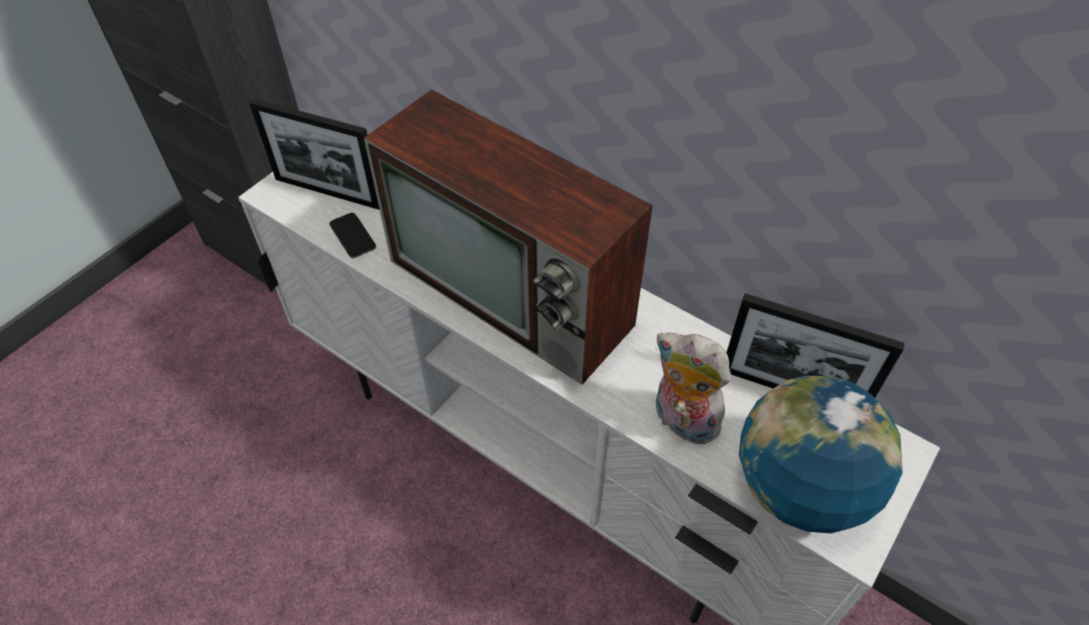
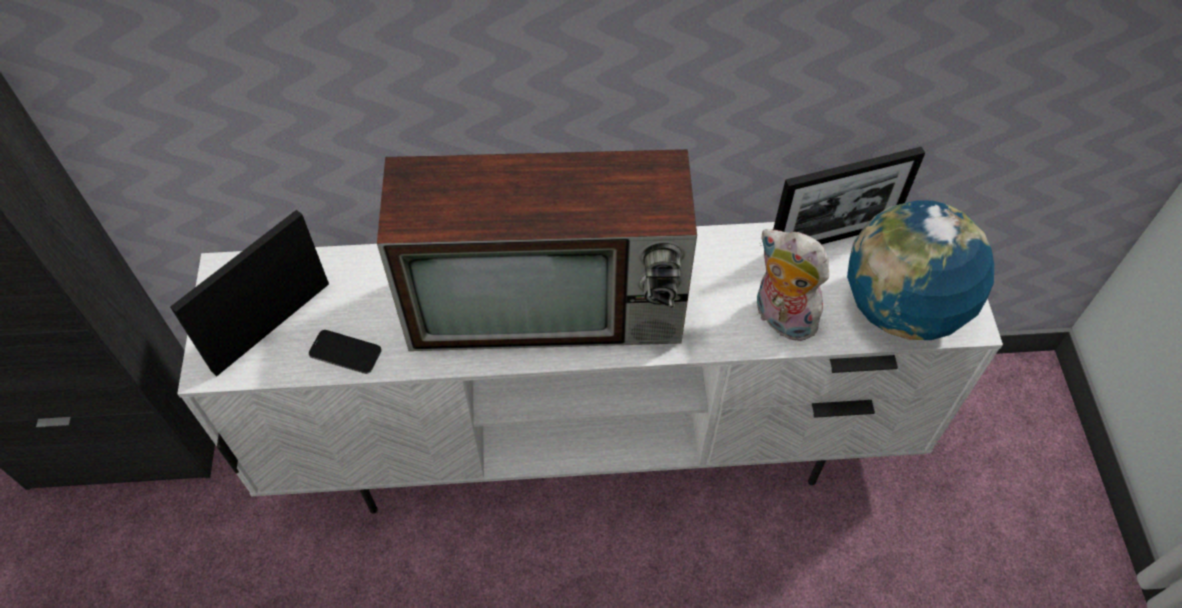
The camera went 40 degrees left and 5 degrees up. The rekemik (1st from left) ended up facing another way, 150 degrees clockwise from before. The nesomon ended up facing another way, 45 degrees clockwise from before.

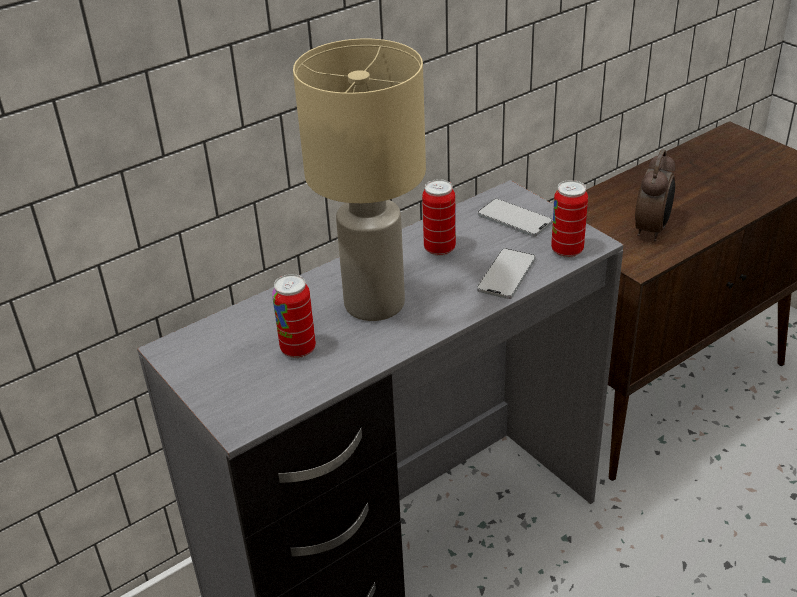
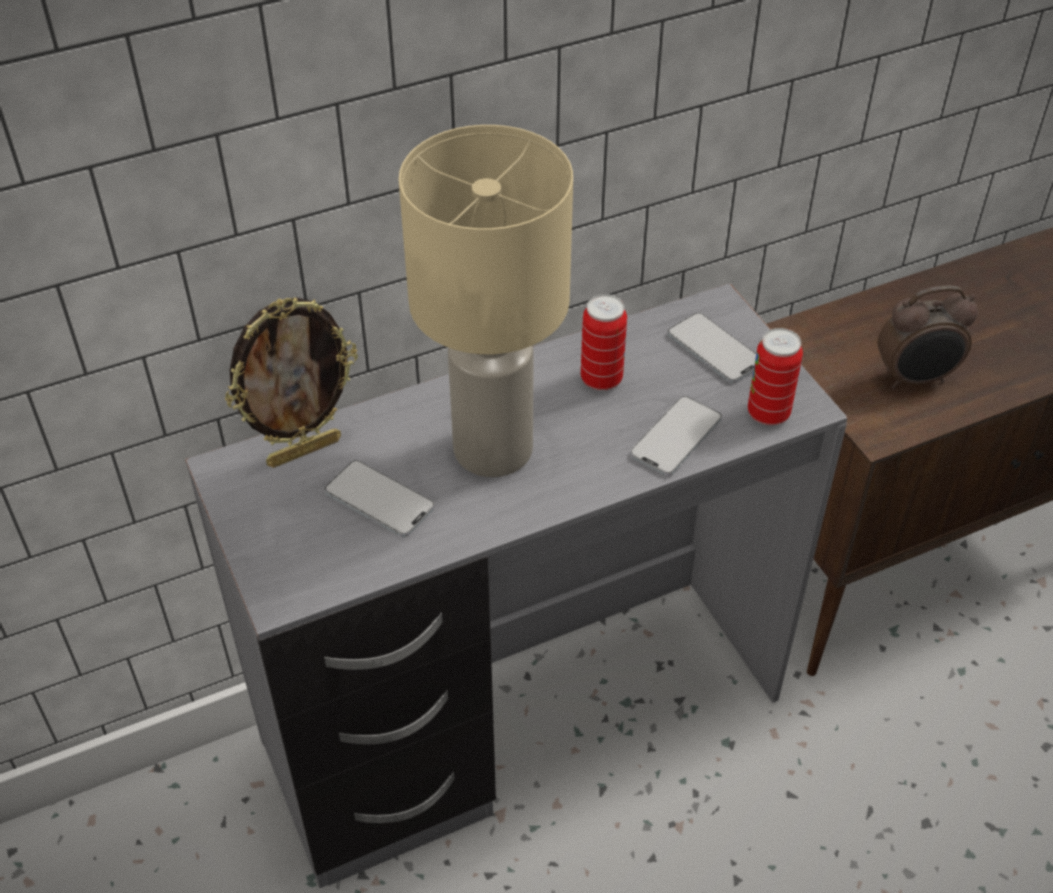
The camera went 10 degrees right and 10 degrees up. The second view gained the rekemik. Where the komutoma (1st from left) stood, the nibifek (1st from left) came to stand. The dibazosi ended up facing another way, 45 degrees clockwise from before.

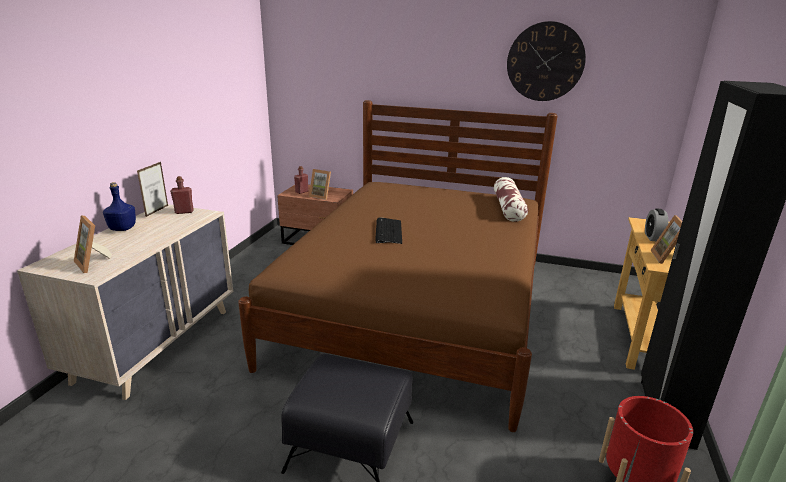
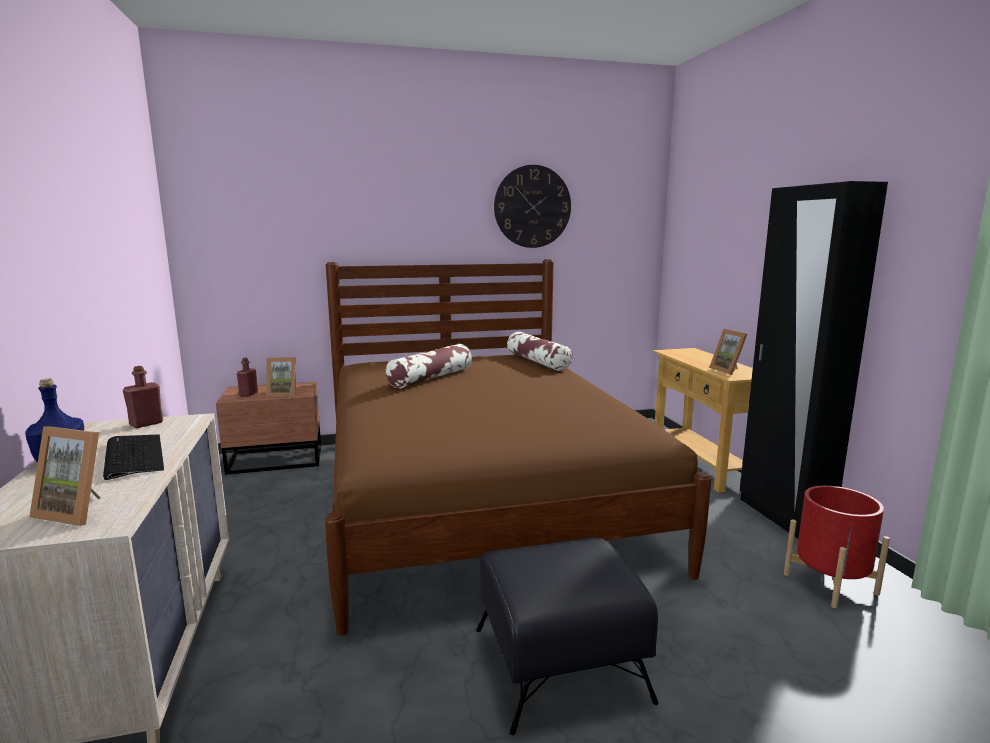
The camera went 30 degrees left and 10 degrees down. The second view lost the rekemik (2nd from left). The second view lost the dibazosi. The second view gained the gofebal (1st from left). The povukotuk ended up elsewhere.

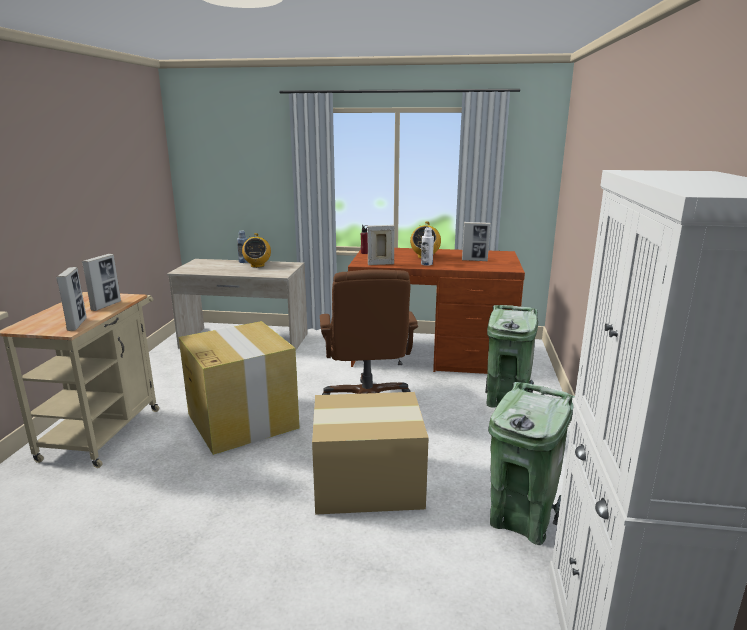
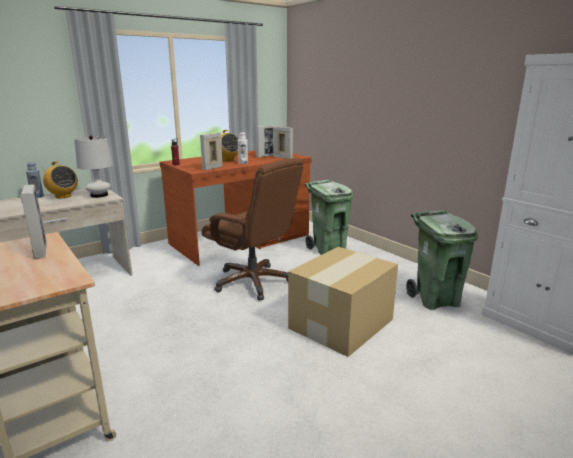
The camera went 45 degrees left and 0 degrees up. The second view lost the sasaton (1st from left). The second view gained the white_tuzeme. The rekemik (1st from left in the first image) ended up elsewhere.

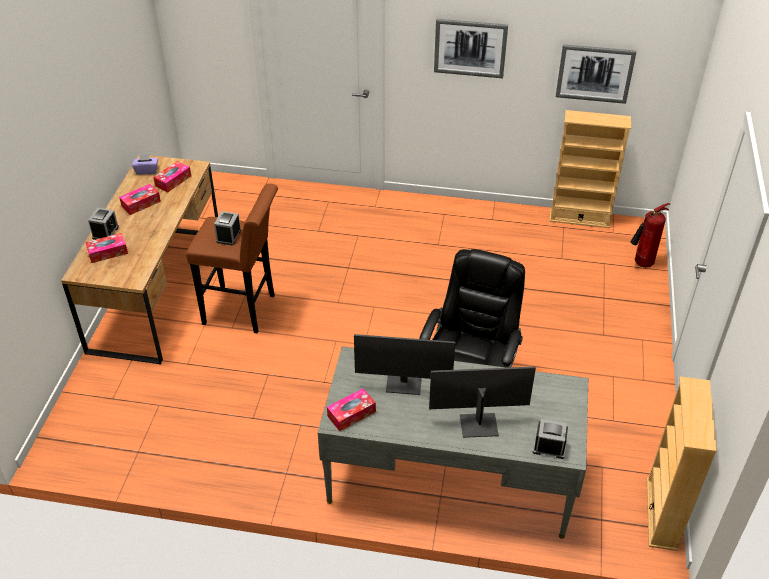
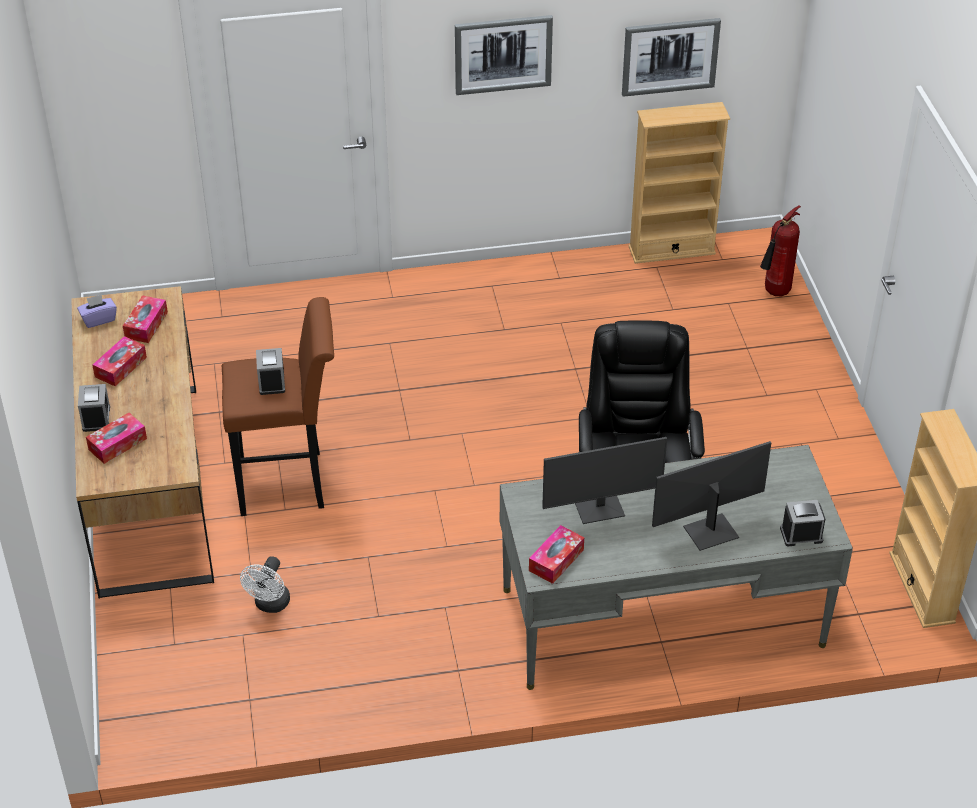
The camera went 20 degrees left and 0 degrees up. The second view gained the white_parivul.

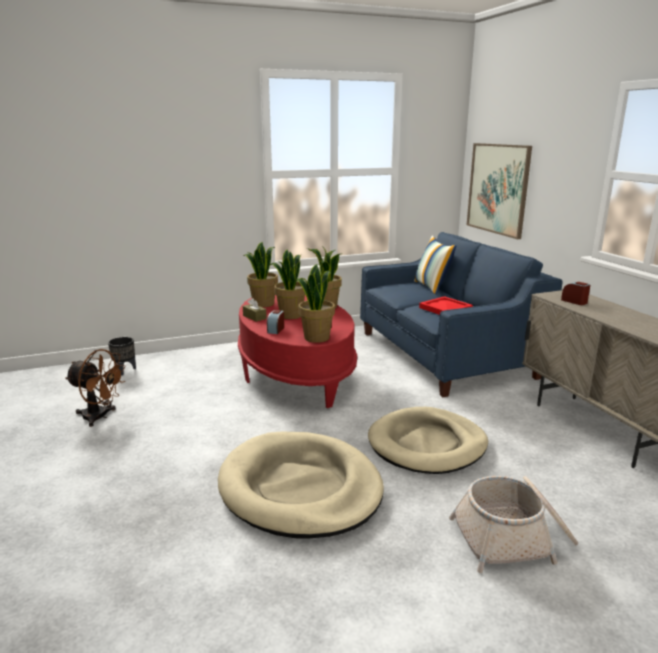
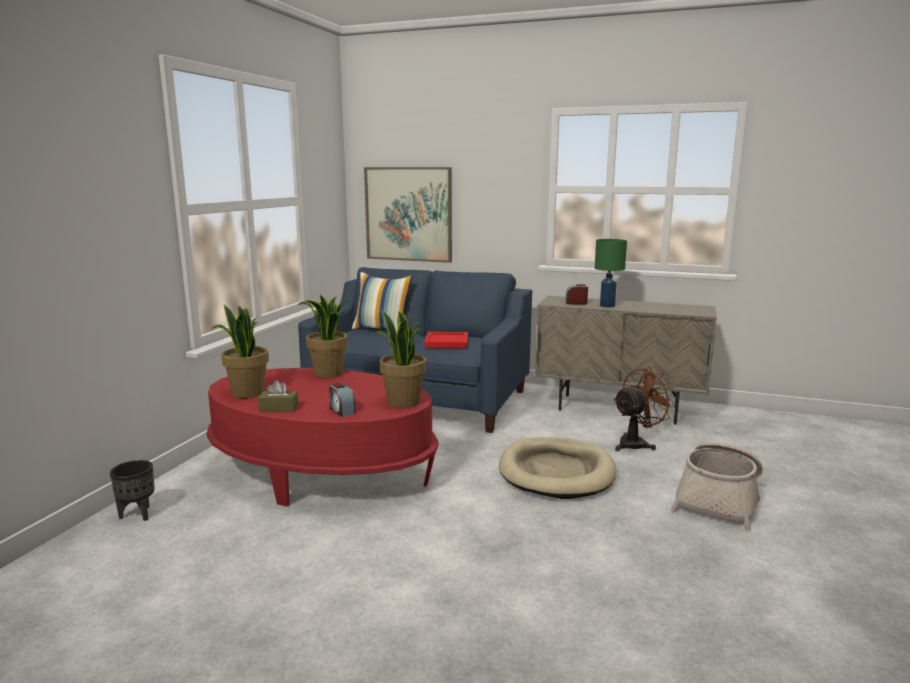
The camera went 50 degrees left and 5 degrees down. The second view lost the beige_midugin (1st from left). The second view lost the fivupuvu (2nd from left). The second view gained the green_tuzeme. The brown_parivul ended up elsewhere. The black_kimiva ended up elsewhere.

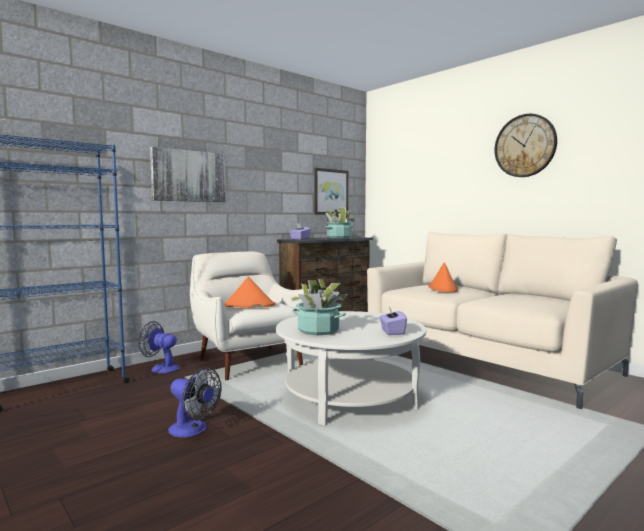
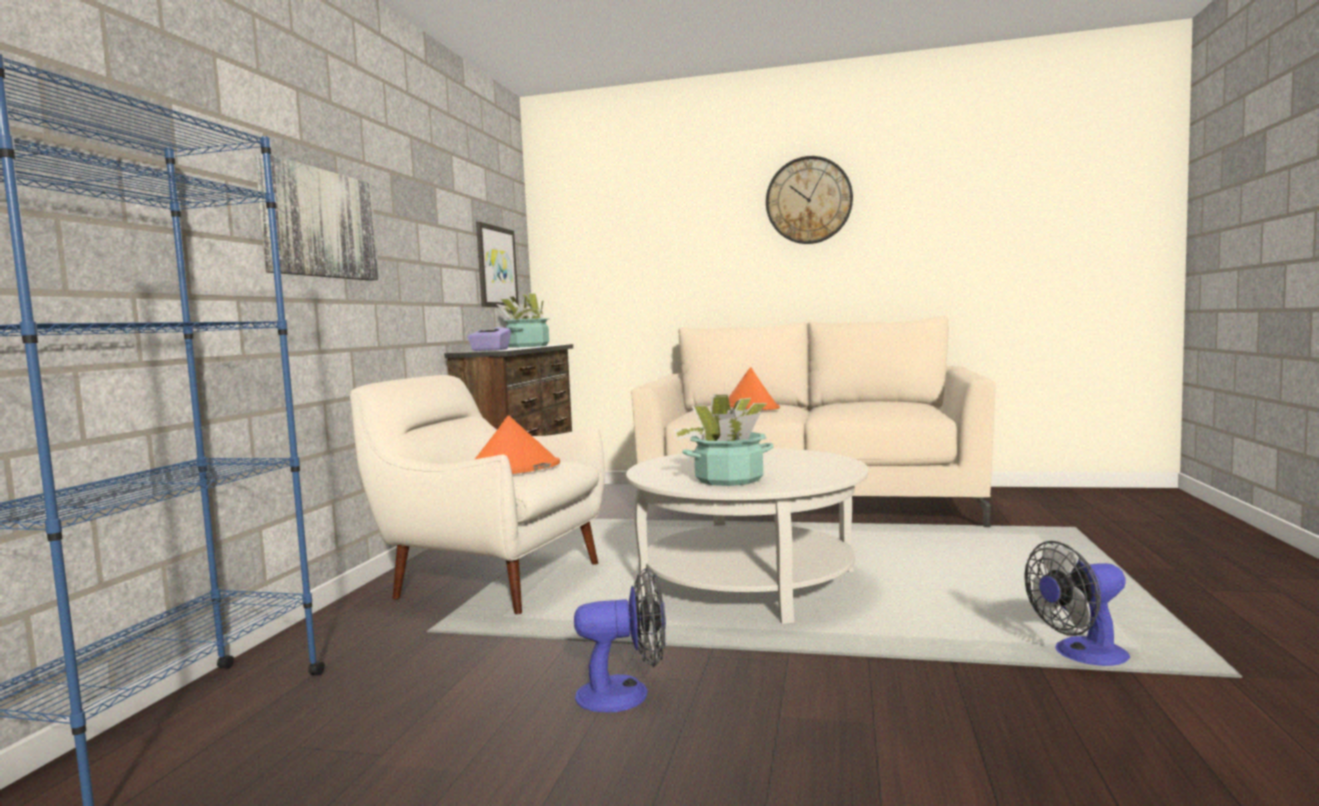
The camera went 35 degrees left and 0 degrees up. The second view lost the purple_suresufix (2nd from left). The parivul (1st from left in the first image) ended up elsewhere.

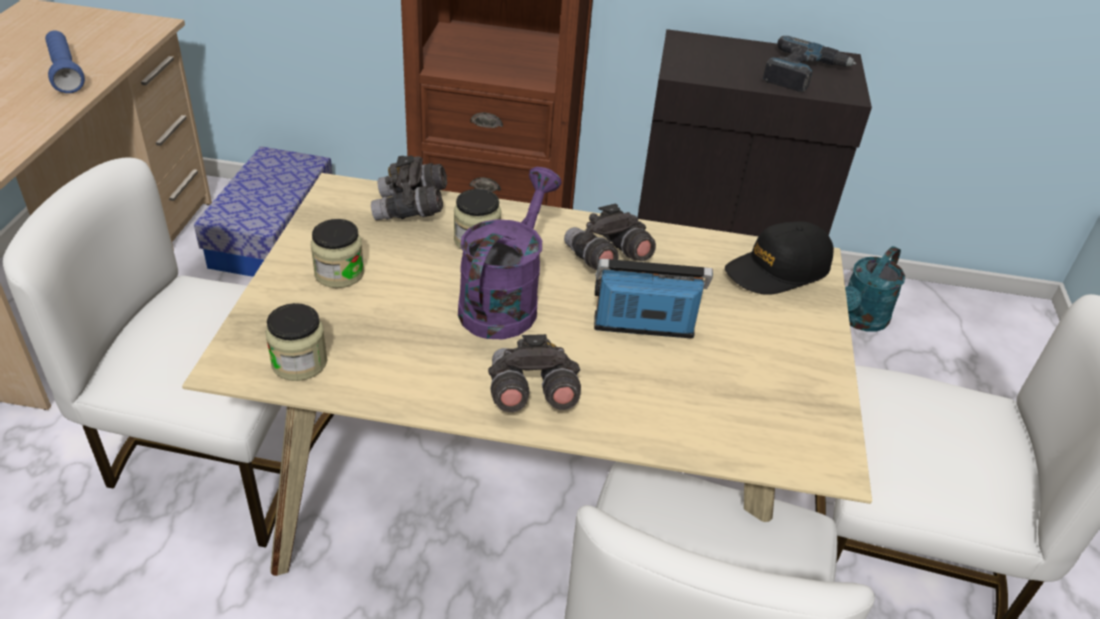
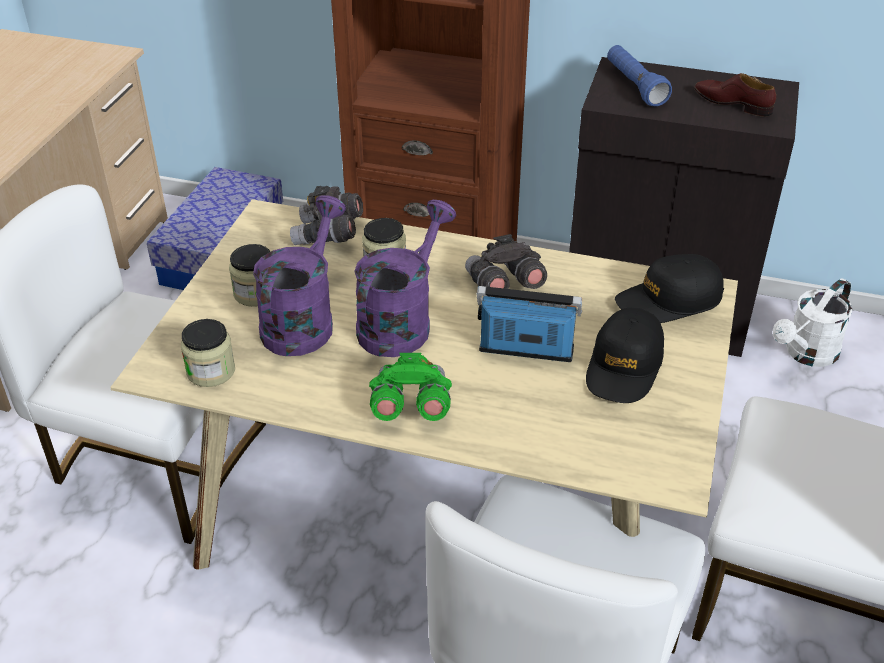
The camera went 10 degrees right and 0 degrees up. The second view gained the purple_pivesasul (1st from left). The second view gained the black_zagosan (1st from left). The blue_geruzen ended up elsewhere. Where the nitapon stood, the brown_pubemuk came to stand. What was the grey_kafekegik (2nd from left) turned into the green_kafekegik. What was the turquoise_pivesasul turned into the white_pivesasul.

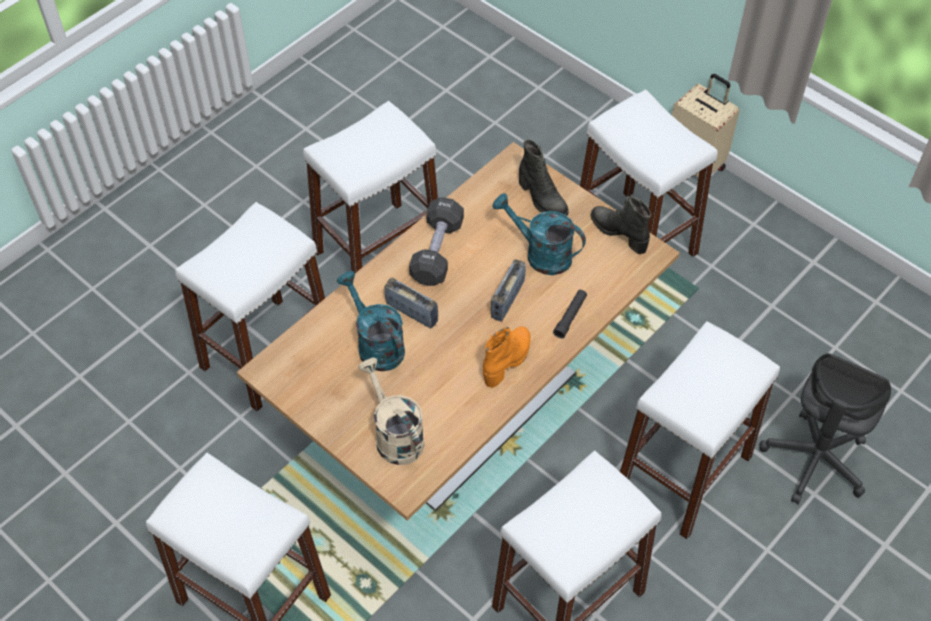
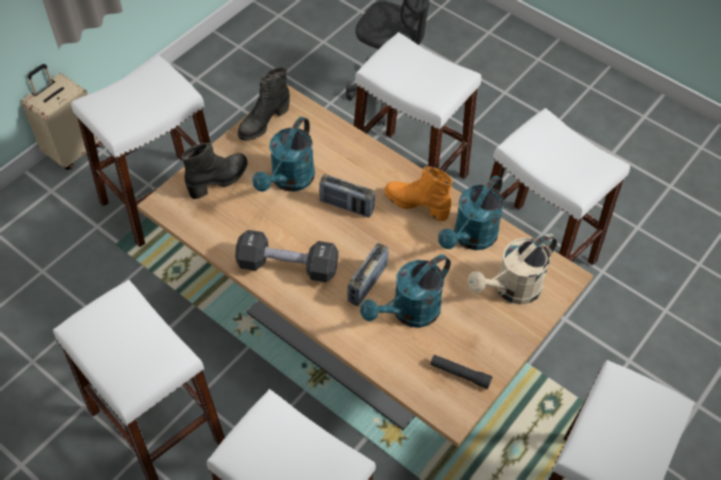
The camera went 95 degrees left and 0 degrees up. The second view gained the turquoise_pivesasul (3rd from left). The black_geruzen ended up elsewhere.

